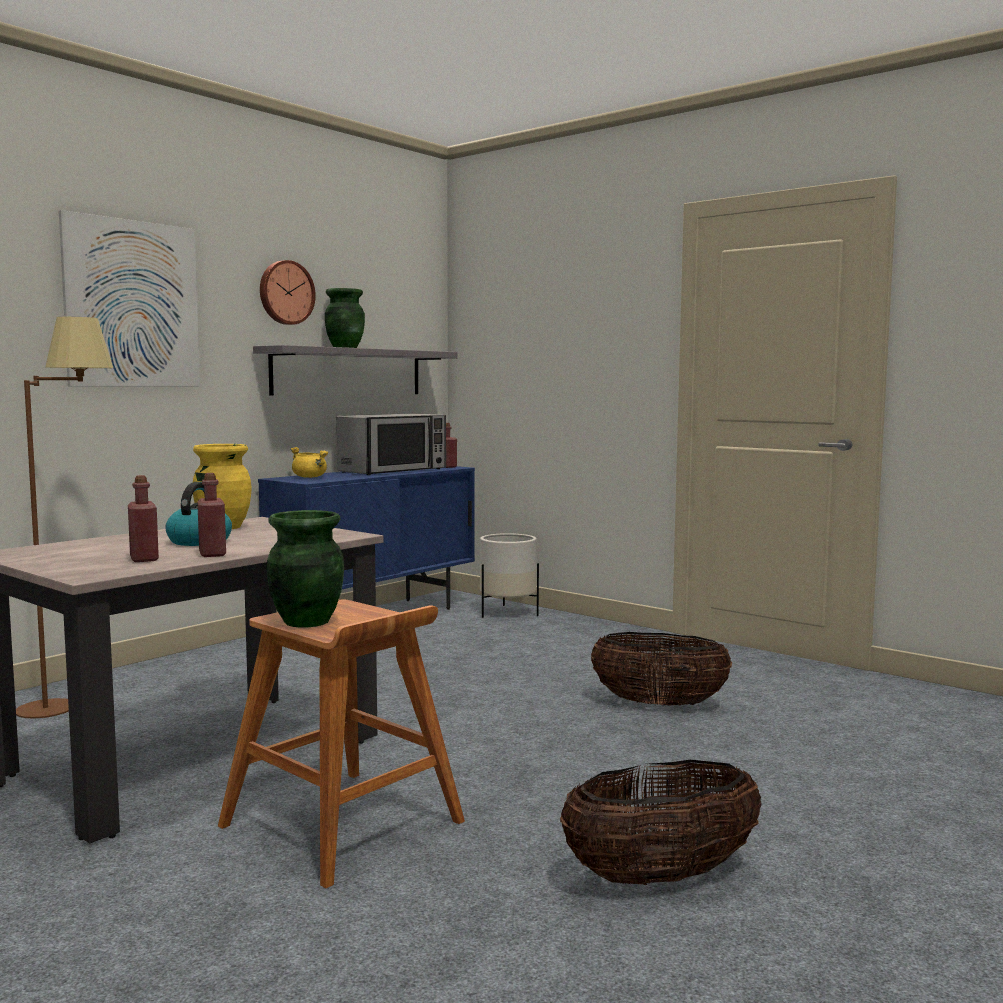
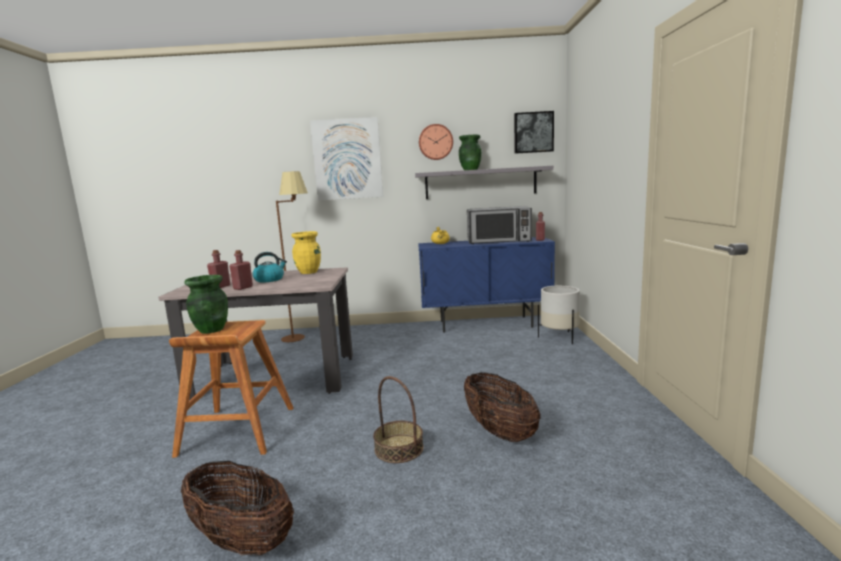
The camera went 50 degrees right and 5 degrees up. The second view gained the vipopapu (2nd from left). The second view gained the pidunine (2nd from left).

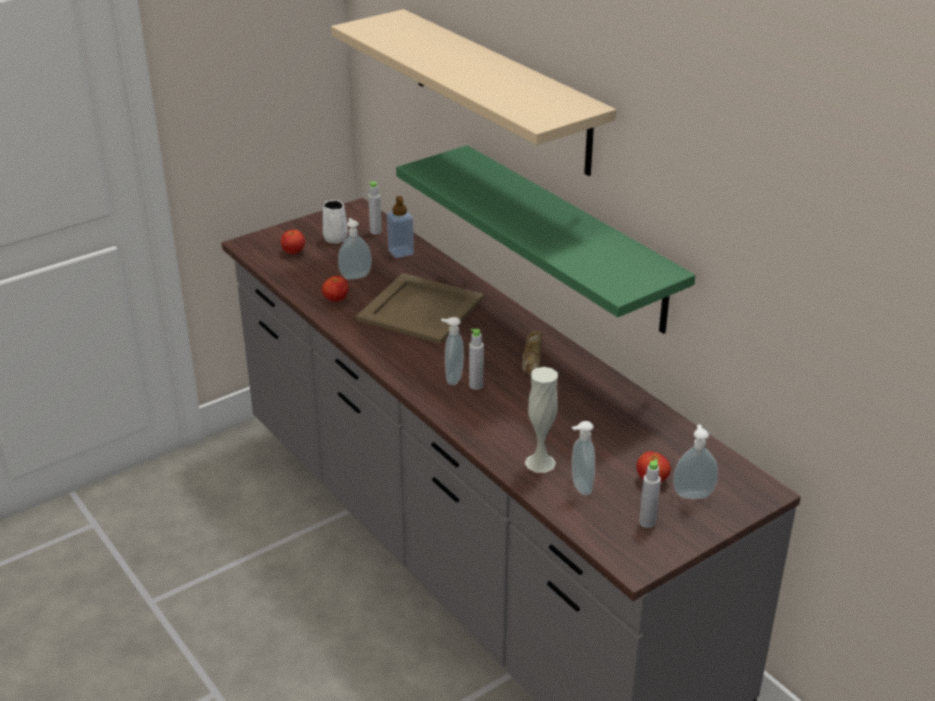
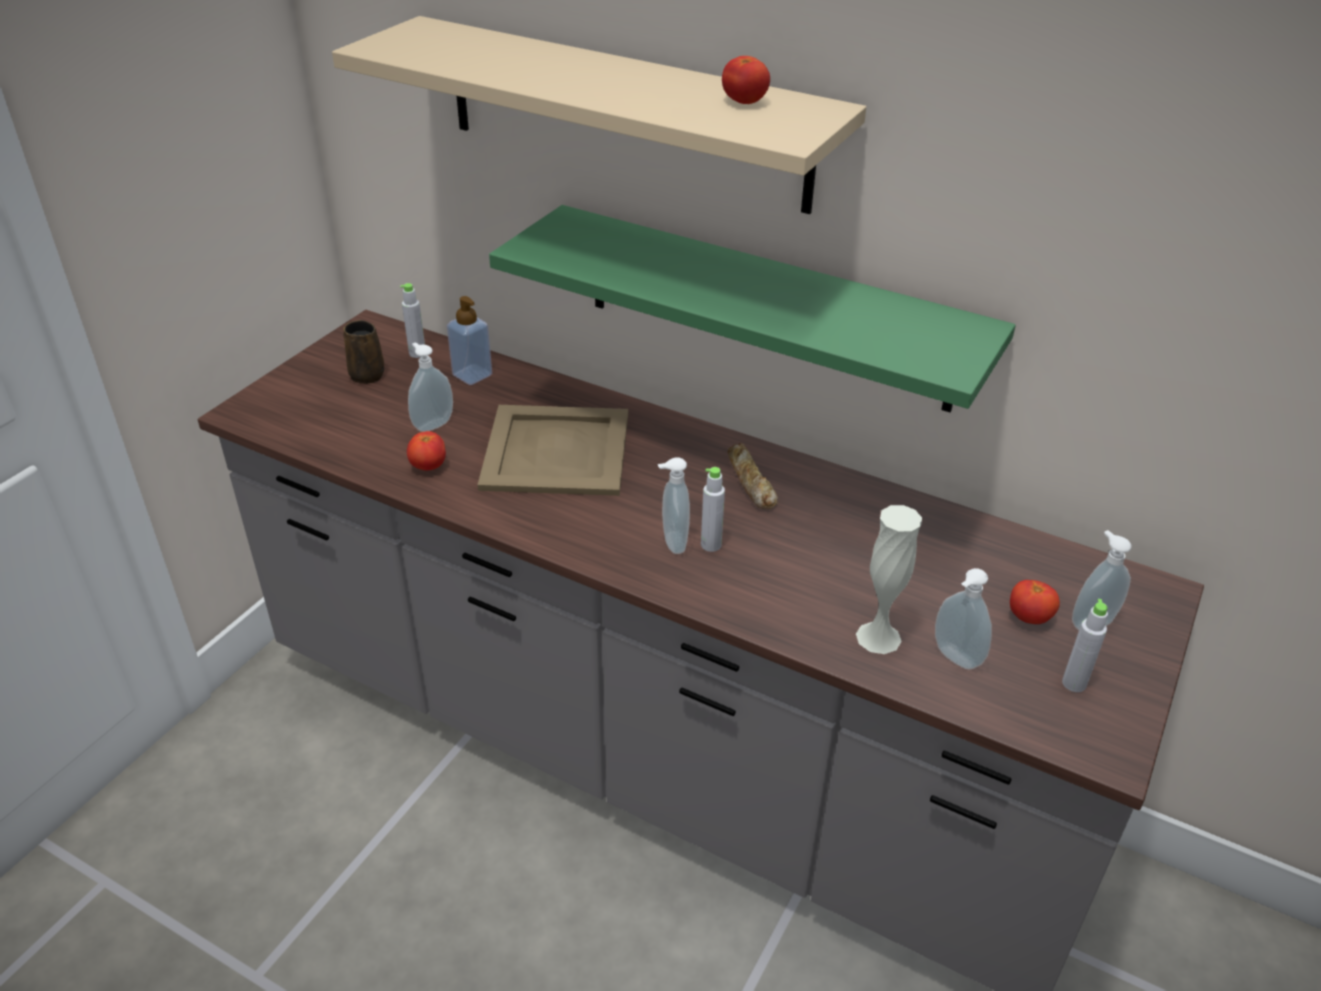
The camera went 25 degrees left and 5 degrees up. The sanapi (1st from left in the first image) ended up elsewhere. What was the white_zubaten turned into the brown_zubaten.

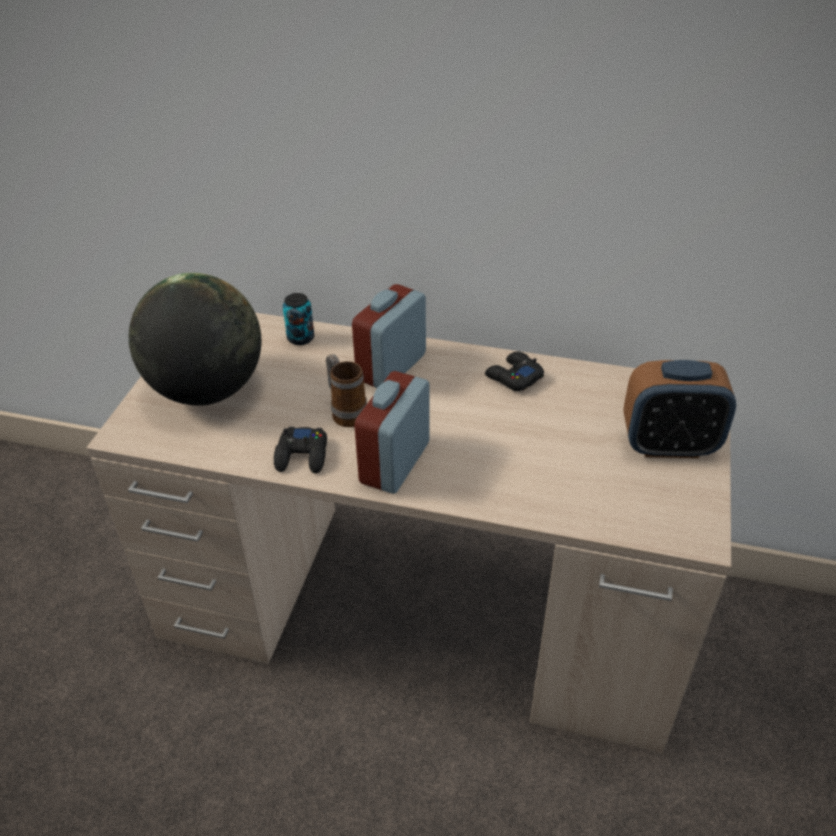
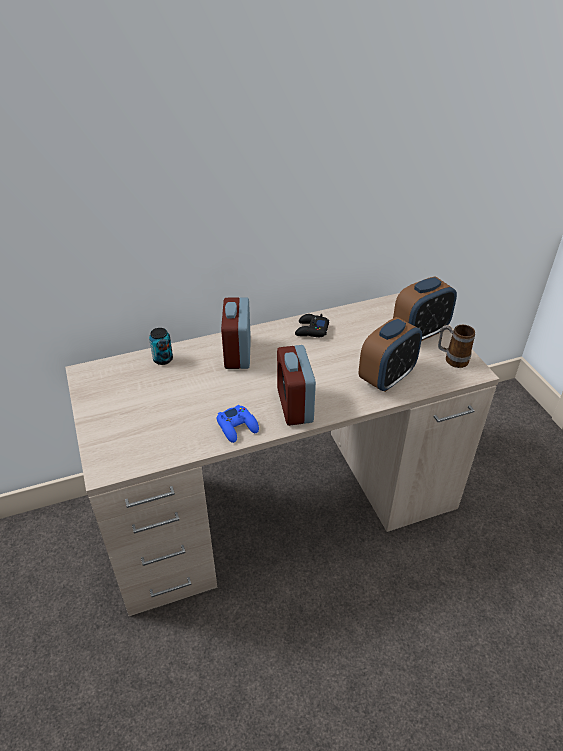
The camera went 35 degrees left and 0 degrees up. The second view lost the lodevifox. The second view gained the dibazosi (3rd from left). The zubaten ended up elsewhere. What was the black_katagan (1st from left) turned into the blue_katagan.

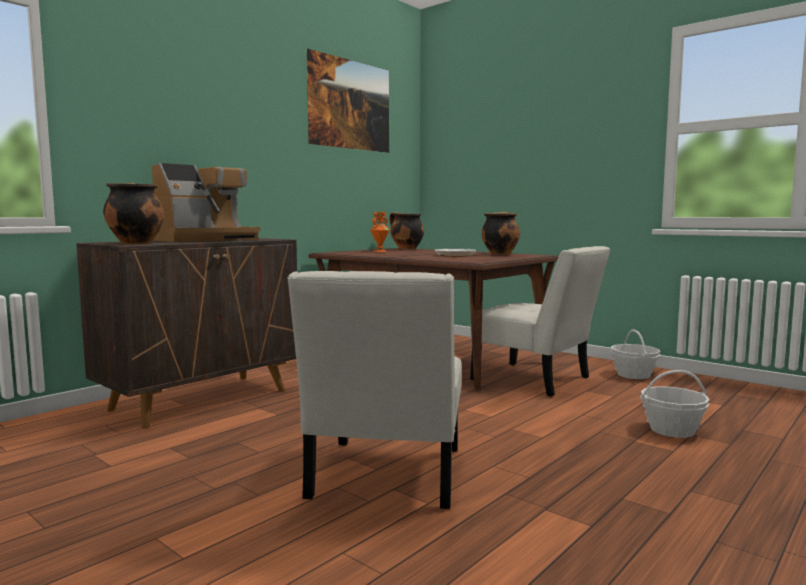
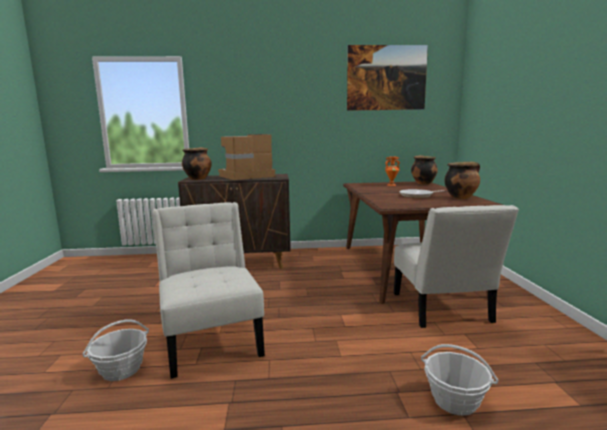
The camera went 45 degrees right and 5 degrees up. The vipopapu (1st from left) ended up elsewhere. The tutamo ended up facing another way, 150 degrees clockwise from before. The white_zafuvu (1st from left) ended up facing another way, 105 degrees clockwise from before.

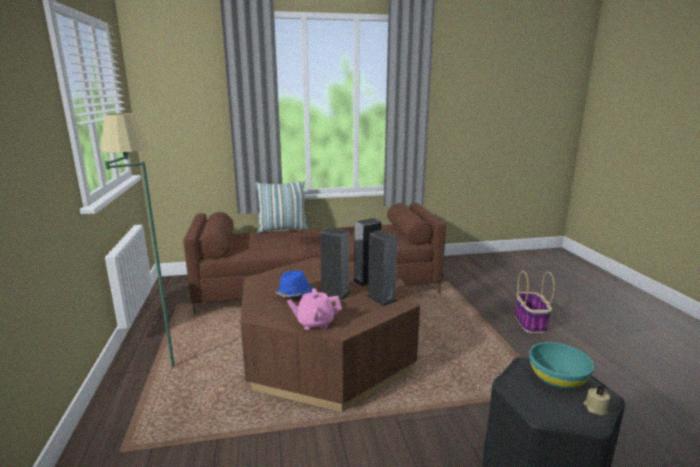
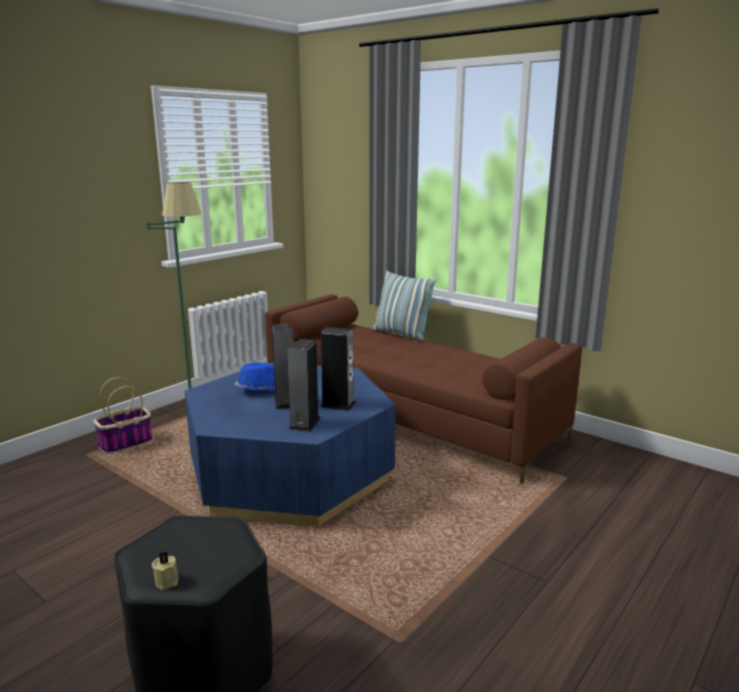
The camera went 50 degrees right and 0 degrees up. The second view lost the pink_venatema. The second view lost the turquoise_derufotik. The vipopapu ended up elsewhere. What was the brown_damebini turned into the blue_damebini.

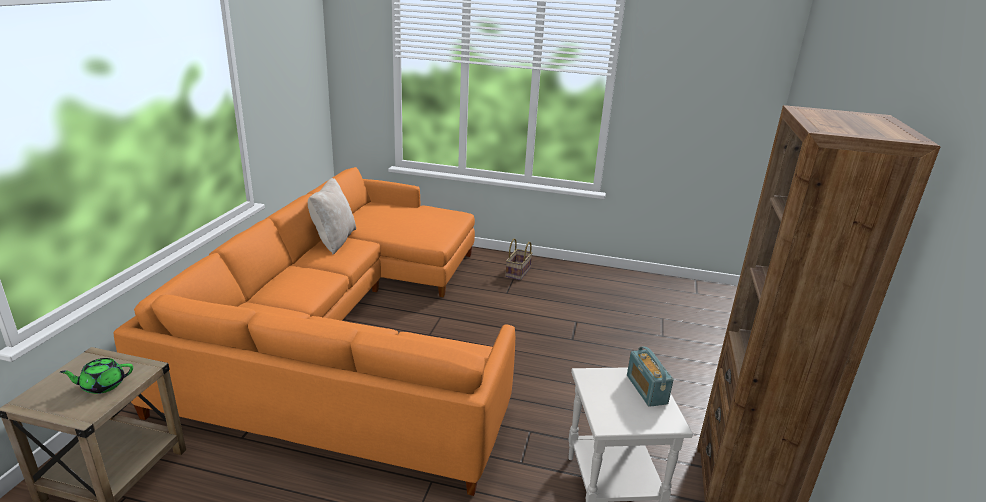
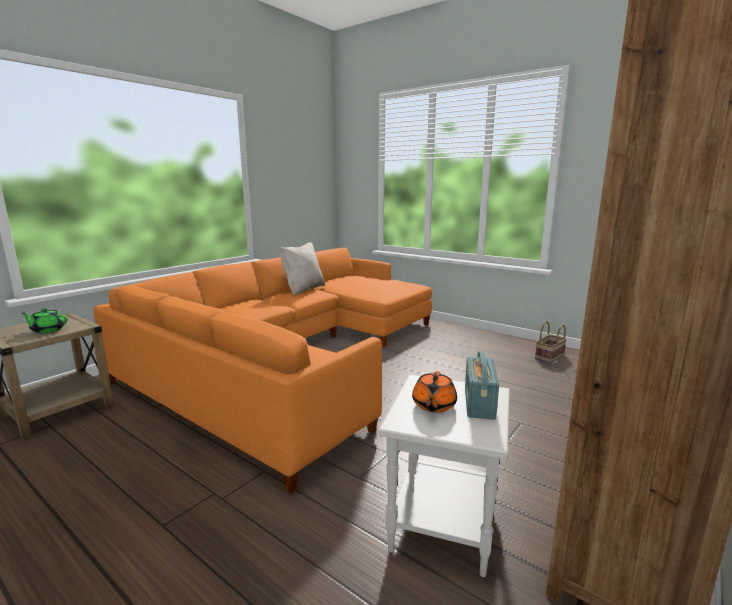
The camera went 25 degrees right and 10 degrees down. The second view gained the orange_venatema. The vipopapu ended up elsewhere.

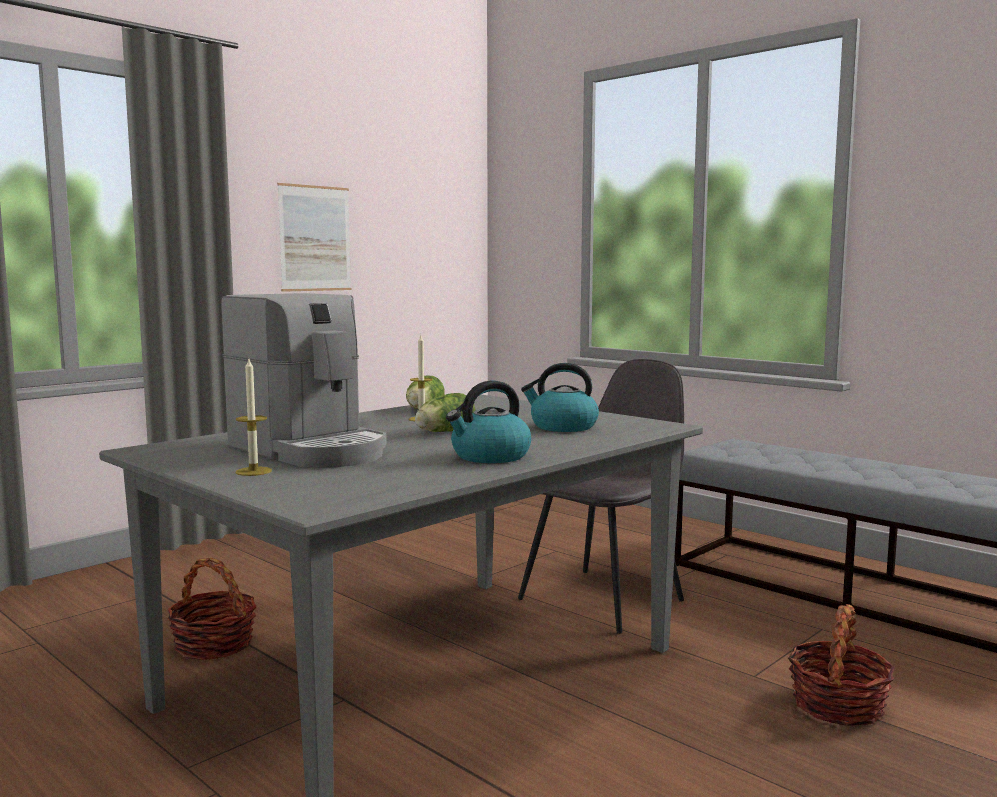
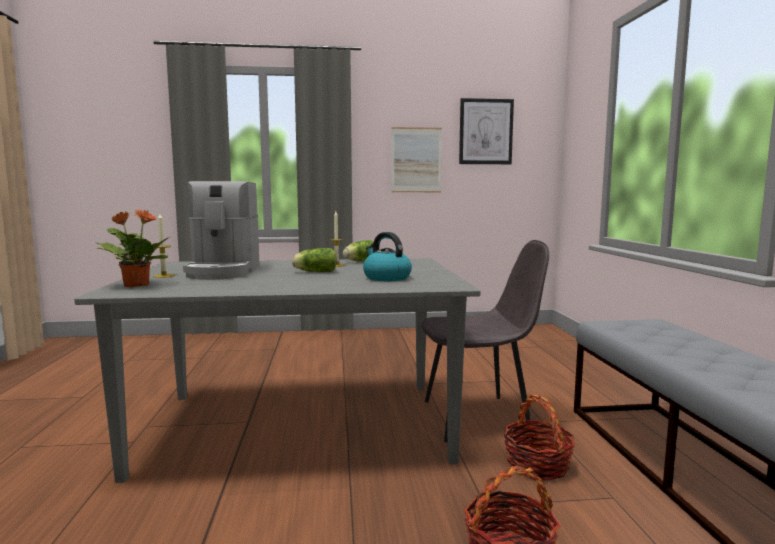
The camera went 40 degrees right and 0 degrees up. The second view lost the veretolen (1st from left). The second view gained the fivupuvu. The second view gained the pidunine (2nd from left). The vipopapu (1st from left in the first image) ended up elsewhere.

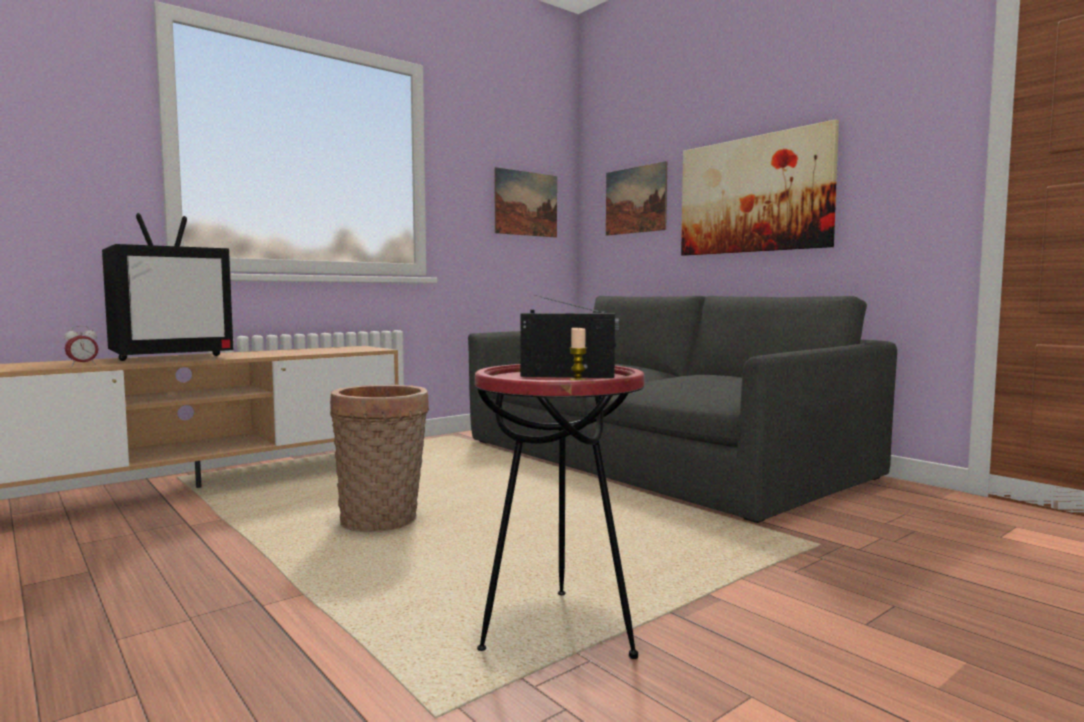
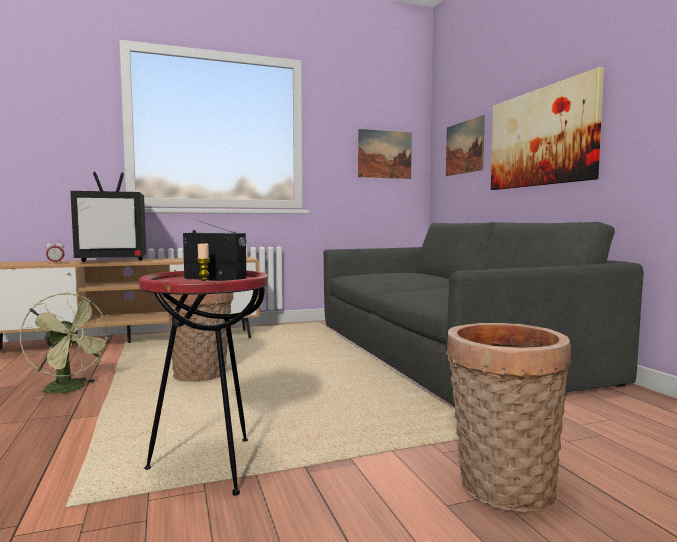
The camera went 20 degrees right and 0 degrees up. The second view gained the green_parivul. The second view gained the vipopapu (2nd from left).

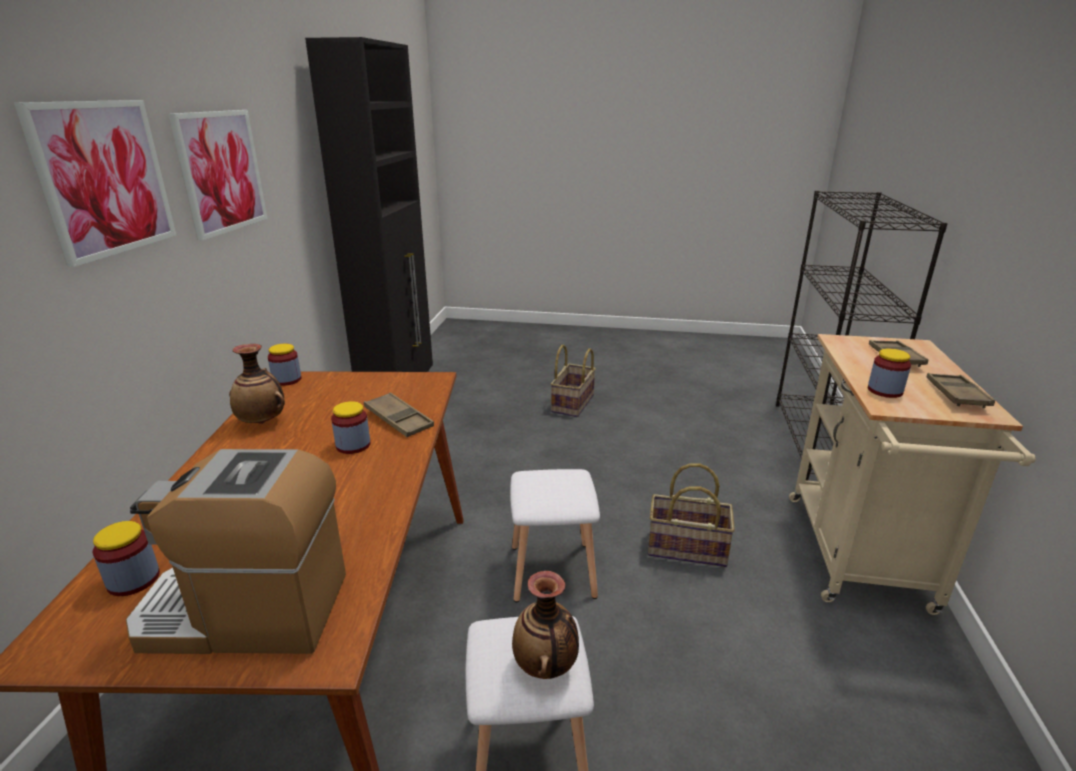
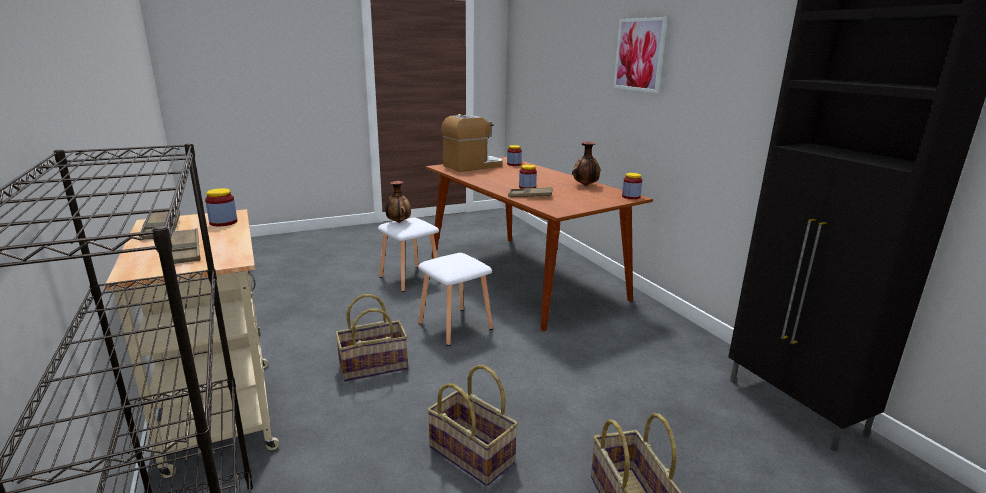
The camera went 145 degrees right and 5 degrees down. The second view lost the pidunine (2nd from left). The second view gained the vipopapu (2nd from left).

